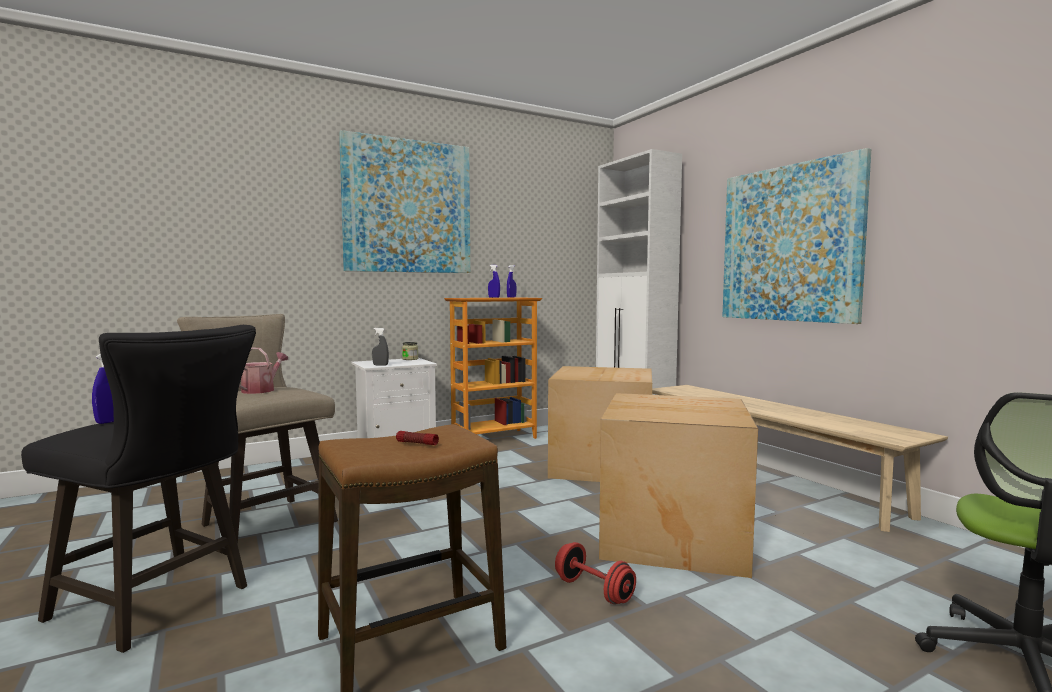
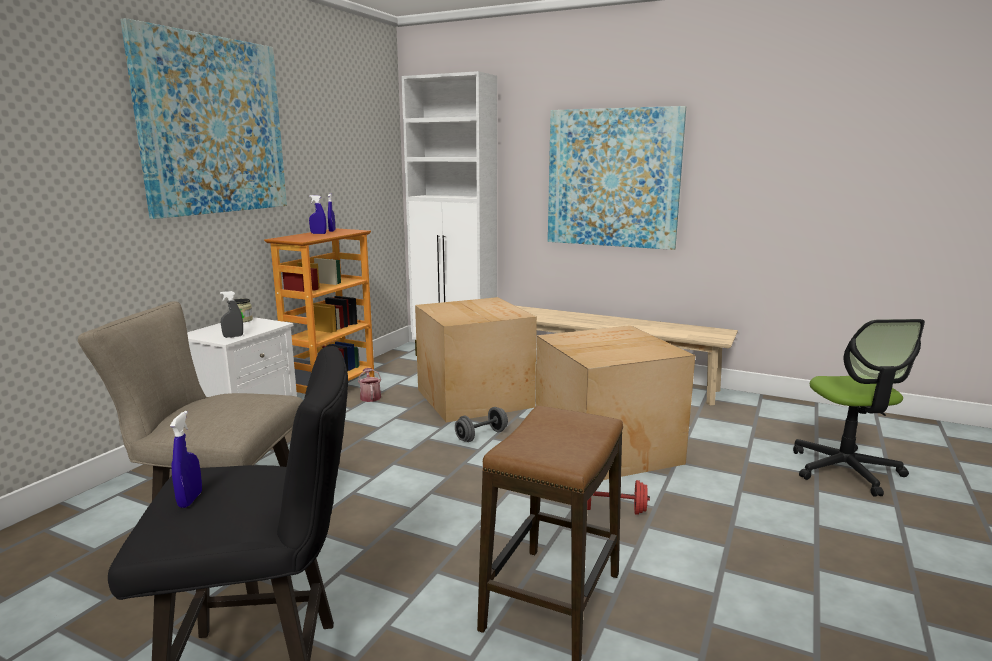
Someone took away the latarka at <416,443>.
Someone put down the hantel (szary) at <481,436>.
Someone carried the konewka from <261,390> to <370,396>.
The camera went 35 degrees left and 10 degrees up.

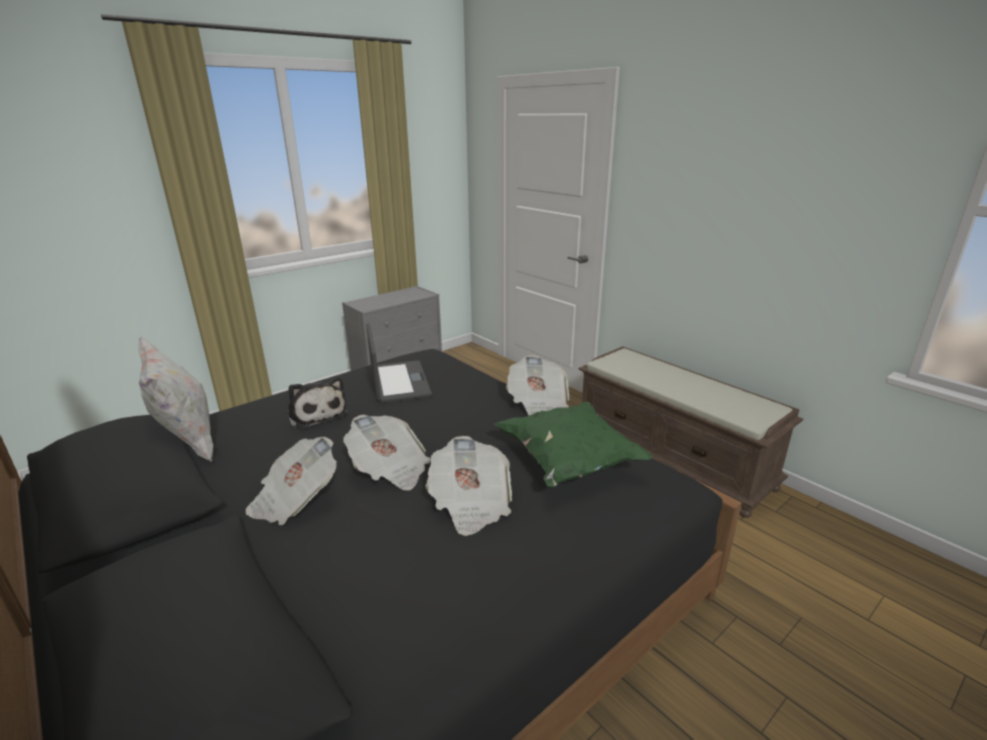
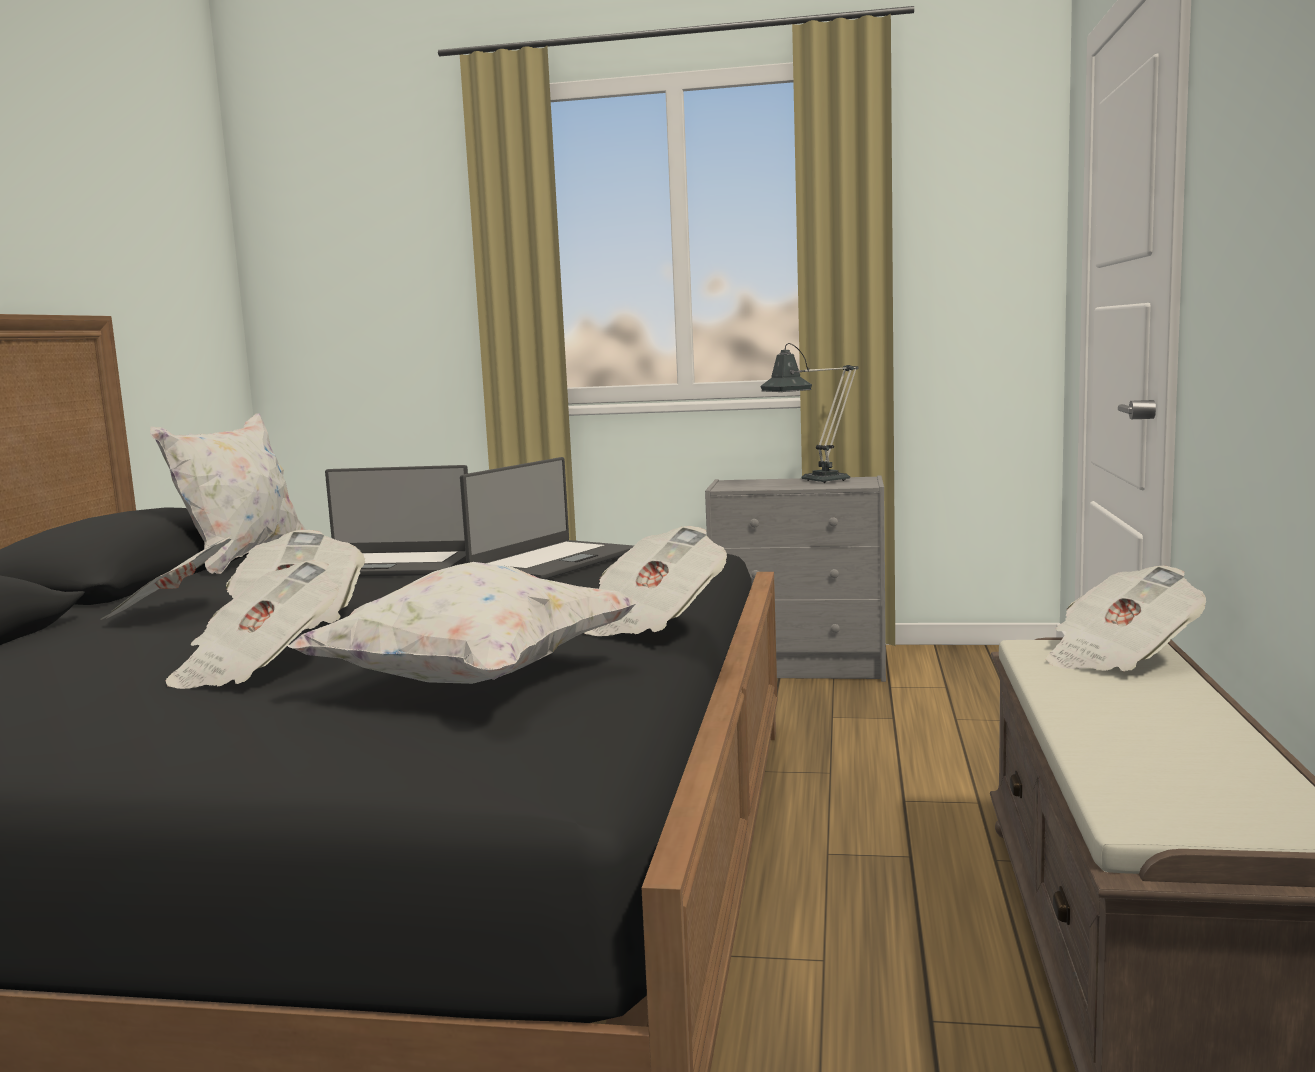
Someone put down the lampa stołowa at <816,481>.
Someone put down the gazeta at <1118,658>.
Someone swapped the pluszak at <316,414> for the laptop at <389,566>.
Someone repainted the poduszka (zielony) at <569,462>, which became the poduszka (biały) at <475,681>.
The camera went 50 degrees right and 15 degrees down.

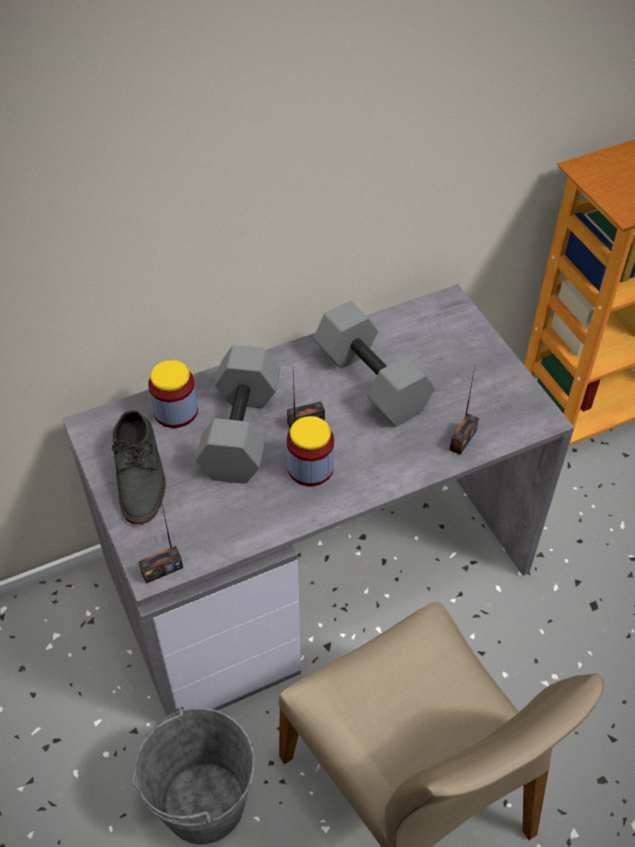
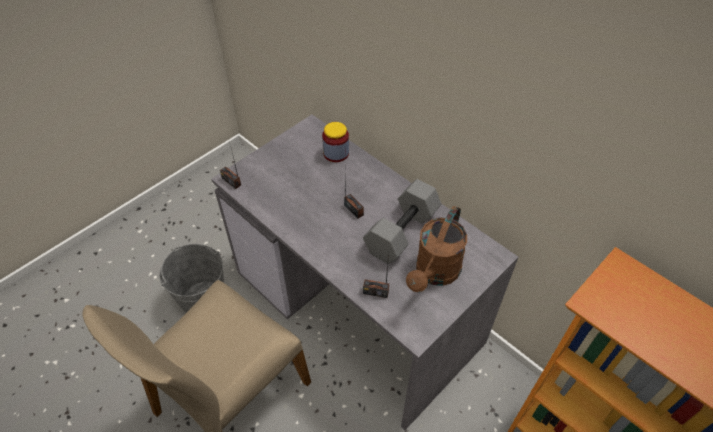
Someone took away the but (szary) at <140,474>.
Someone took away the hantel (szary) at <242,432>.
Someone took away the słoik at <310,468>.
Someone put down the konewka (brązowy) at <434,273>.
The camera went 70 degrees right and 0 degrees up.

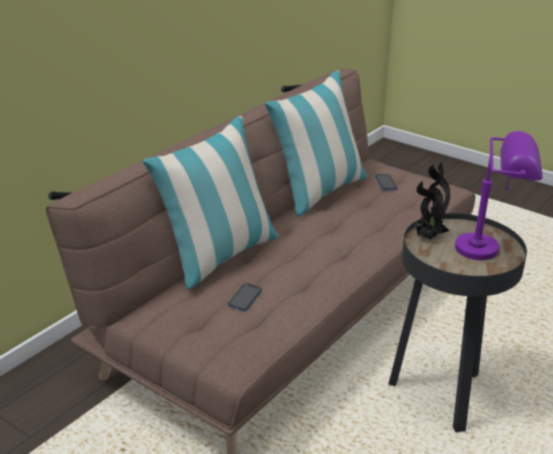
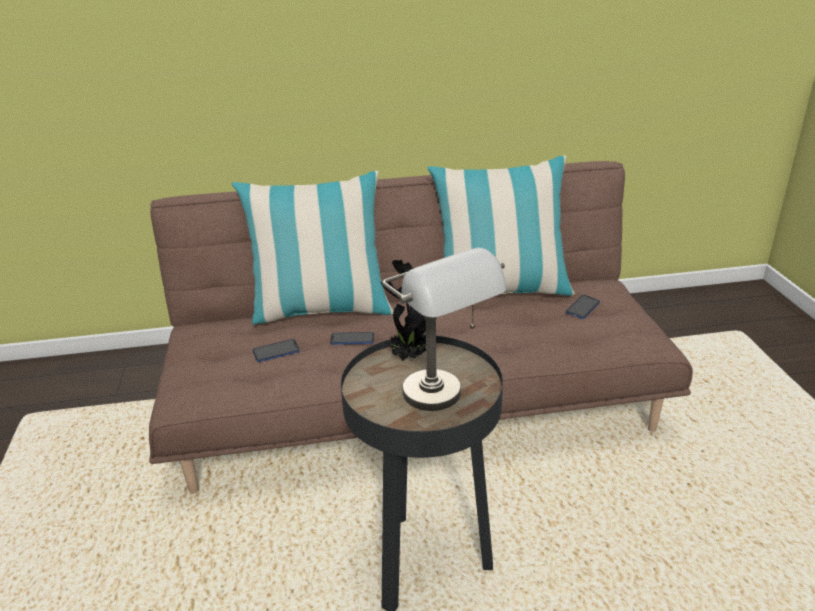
Someone put down the telefon at <352,339>.
Someone repainted the lampa stołowa (fioletowy) at <492,250>, which became the lampa stołowa (szary) at <445,402>.
The camera went 45 degrees right and 0 degrees up.

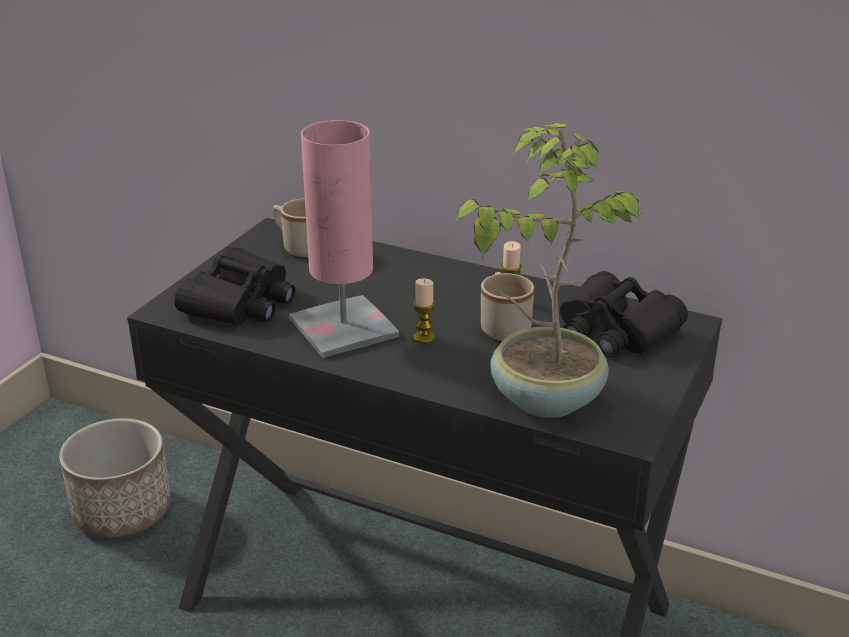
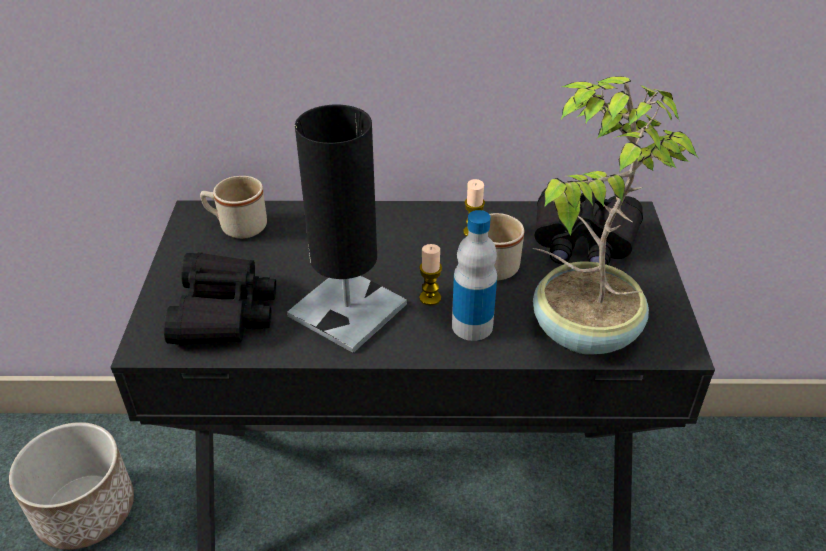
Someone put down the butelka at <472,326>.
Someone repainted the lampa stołowa (różowy) at <343,328>, which became the lampa stołowa (czarny) at <347,310>.
The camera went 25 degrees left and 10 degrees up.

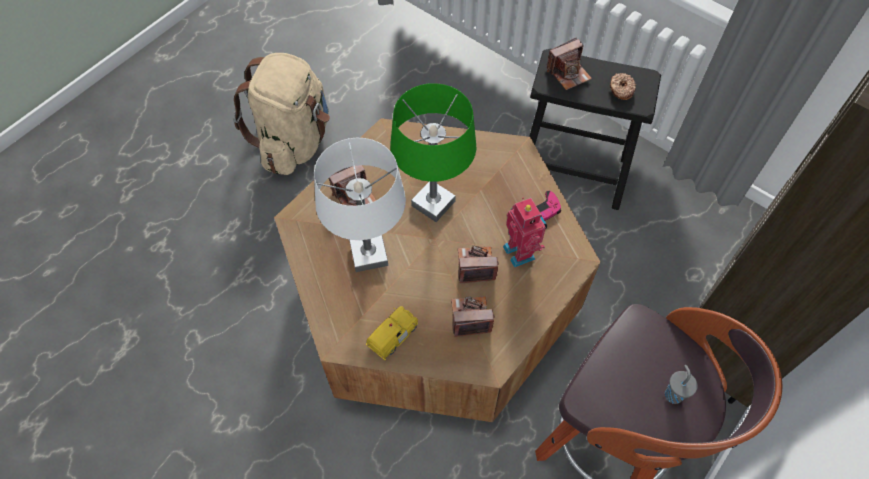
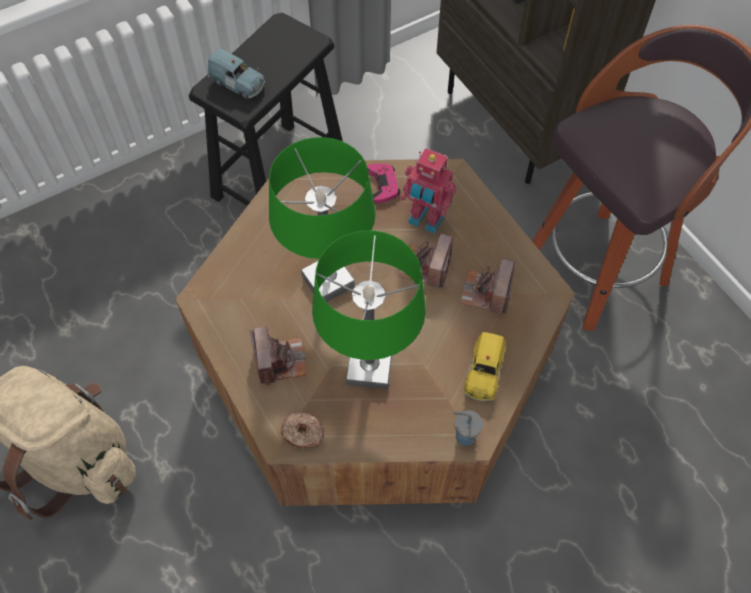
Someone carried the donut from <621,89> to <303,433>.
Someone carried the filiżanka (szary) from <673,393> to <464,436>.
Someone swapped the aparat fotograficzny at <568,73> for the samochodzik (niebieski) at <238,84>.
Someone repainted the lampa stołowa (biały) at <368,254>, which became the lampa stołowa (zielony) at <369,369>.
Someone rotated the samochodzik (żółty) at <393,335> by 135 degrees counterclockwise.
Someone rotated the robot zabawkowy at <521,252> by 150 degrees counterclockwise.
The camera went 70 degrees left and 0 degrees up.

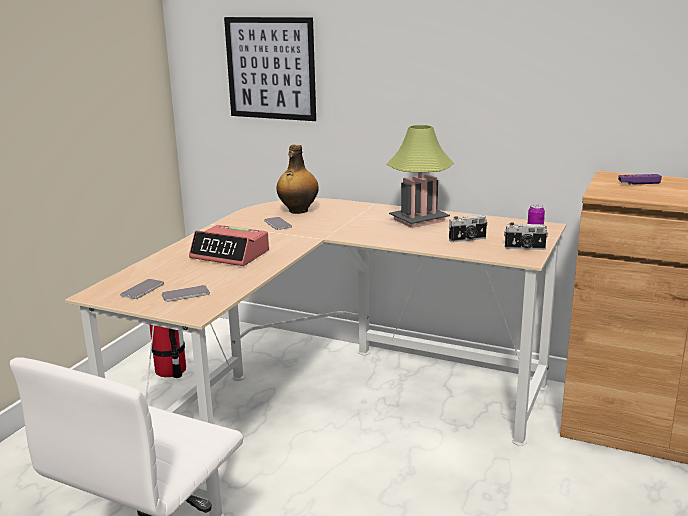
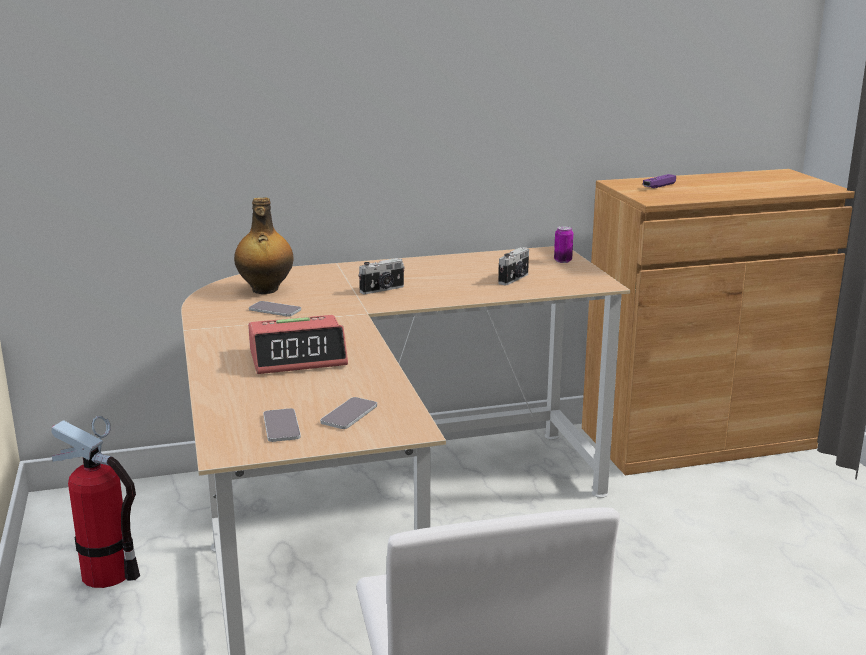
Someone took away the obraz at <270,68>.
Someone took away the lampa stołowa at <419,220>.
Someone carried the aparat fotograficzny from <525,248> to <382,289>.
The camera went 40 degrees left and 0 degrees up.

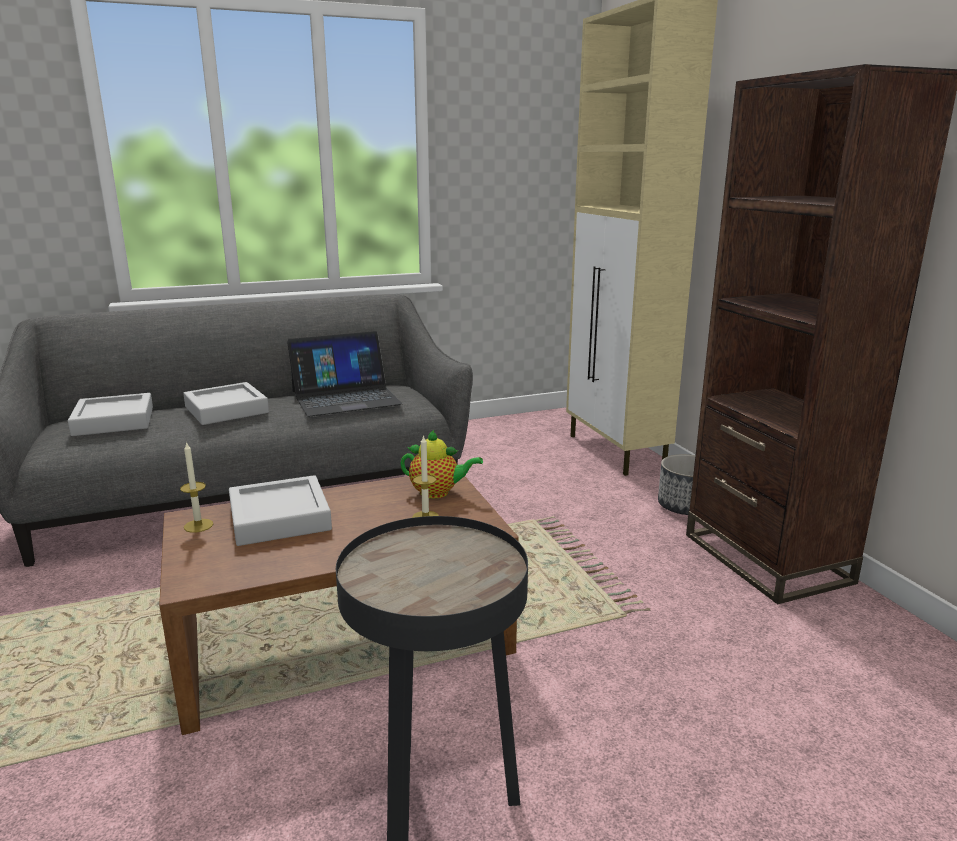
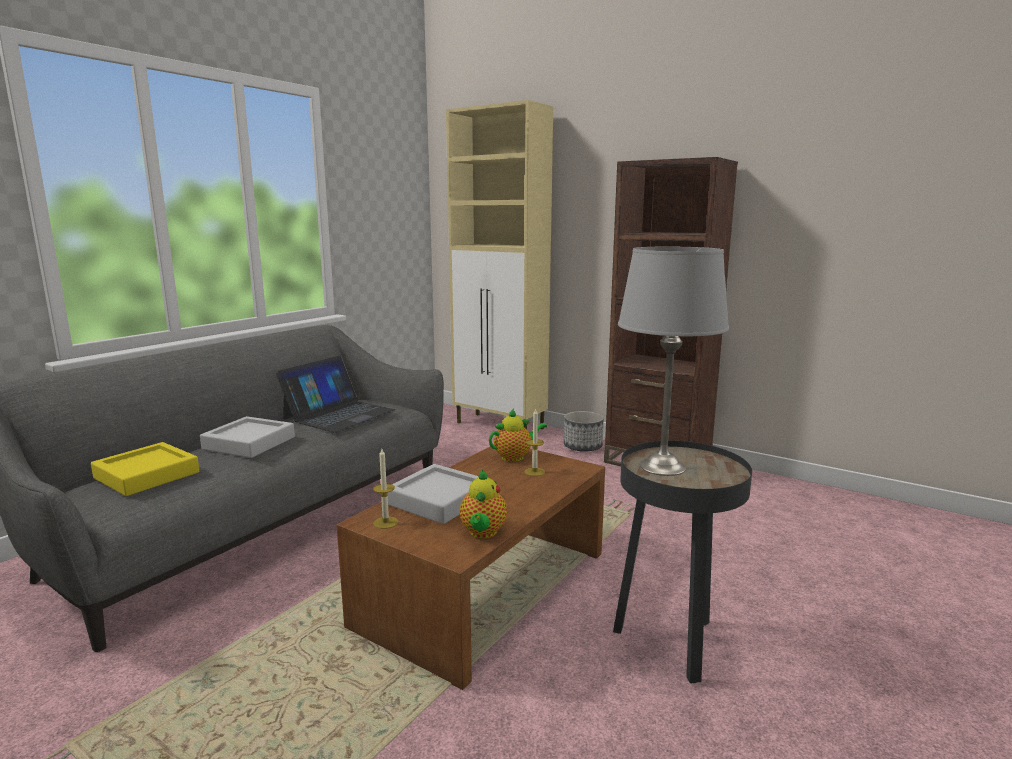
Someone put down the imbryk at <483,533>.
Someone put down the lampa stołowa (szary) at <663,467>.
Someone repainted the taca (szary) at <114,421>, which became the taca (żółty) at <147,475>.
The camera went 35 degrees left and 5 degrees down.

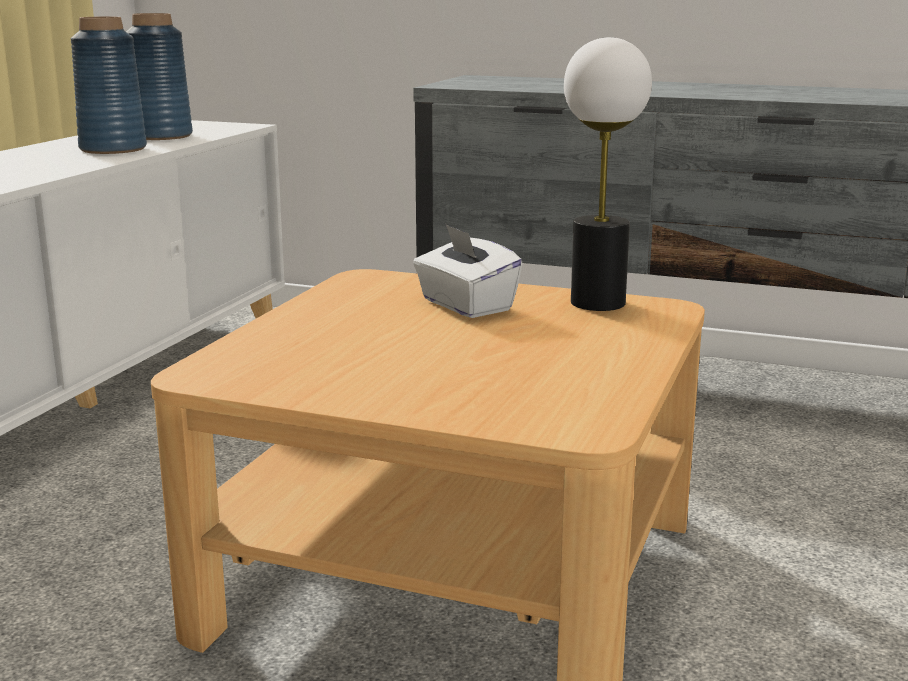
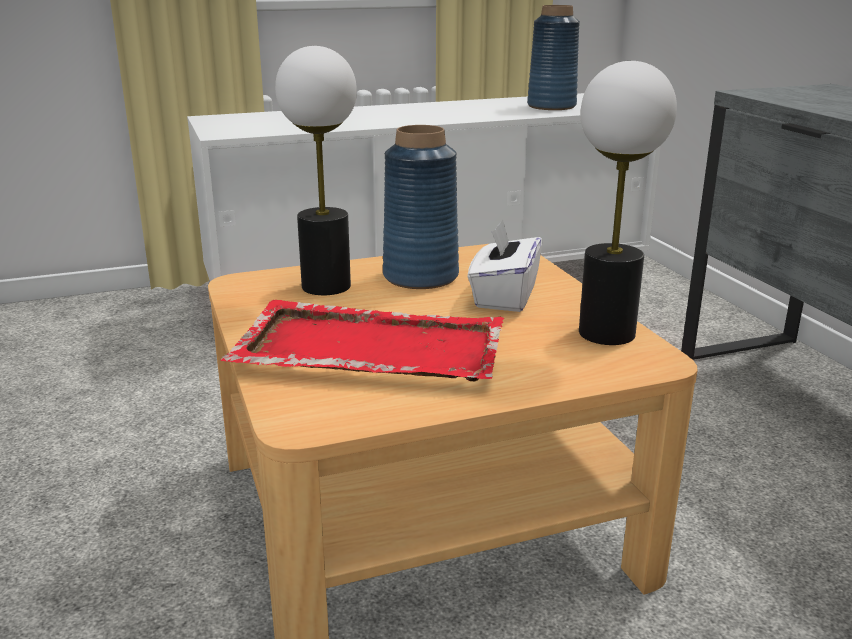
Someone put down the taca (czerwony) at <368,349>.
Someone put down the lampa stołowa at <325,286>.
Someone carried the wazon (niebieski) from <113,149> to <421,277>.
The camera went 50 degrees right and 5 degrees up.

